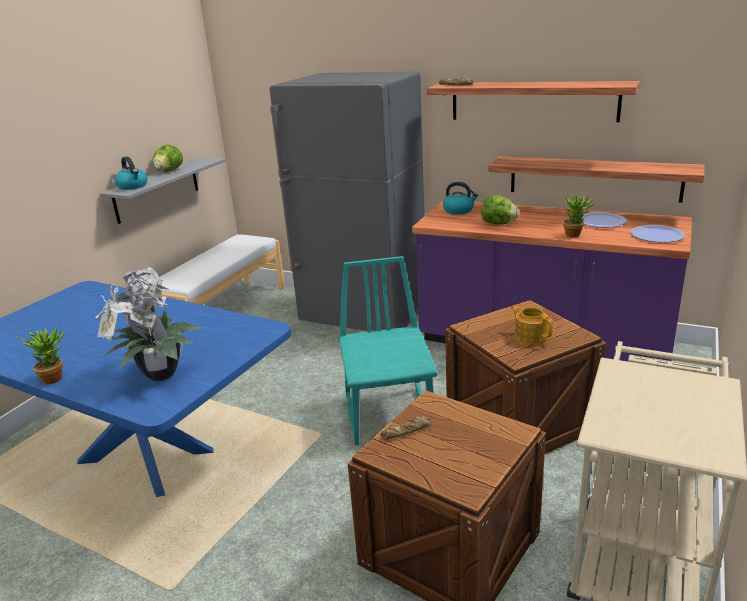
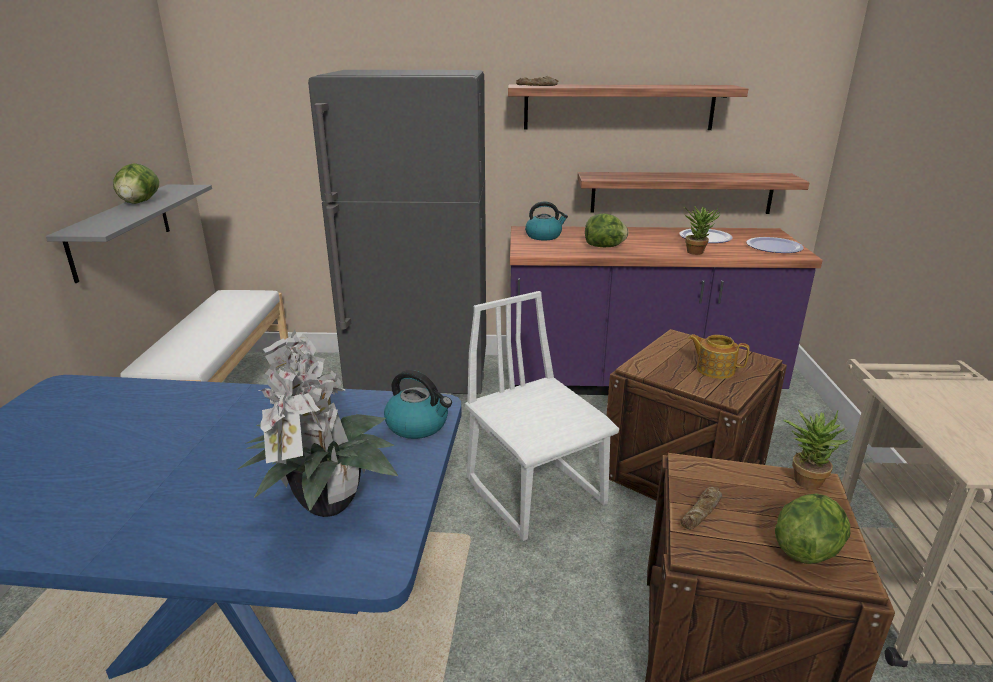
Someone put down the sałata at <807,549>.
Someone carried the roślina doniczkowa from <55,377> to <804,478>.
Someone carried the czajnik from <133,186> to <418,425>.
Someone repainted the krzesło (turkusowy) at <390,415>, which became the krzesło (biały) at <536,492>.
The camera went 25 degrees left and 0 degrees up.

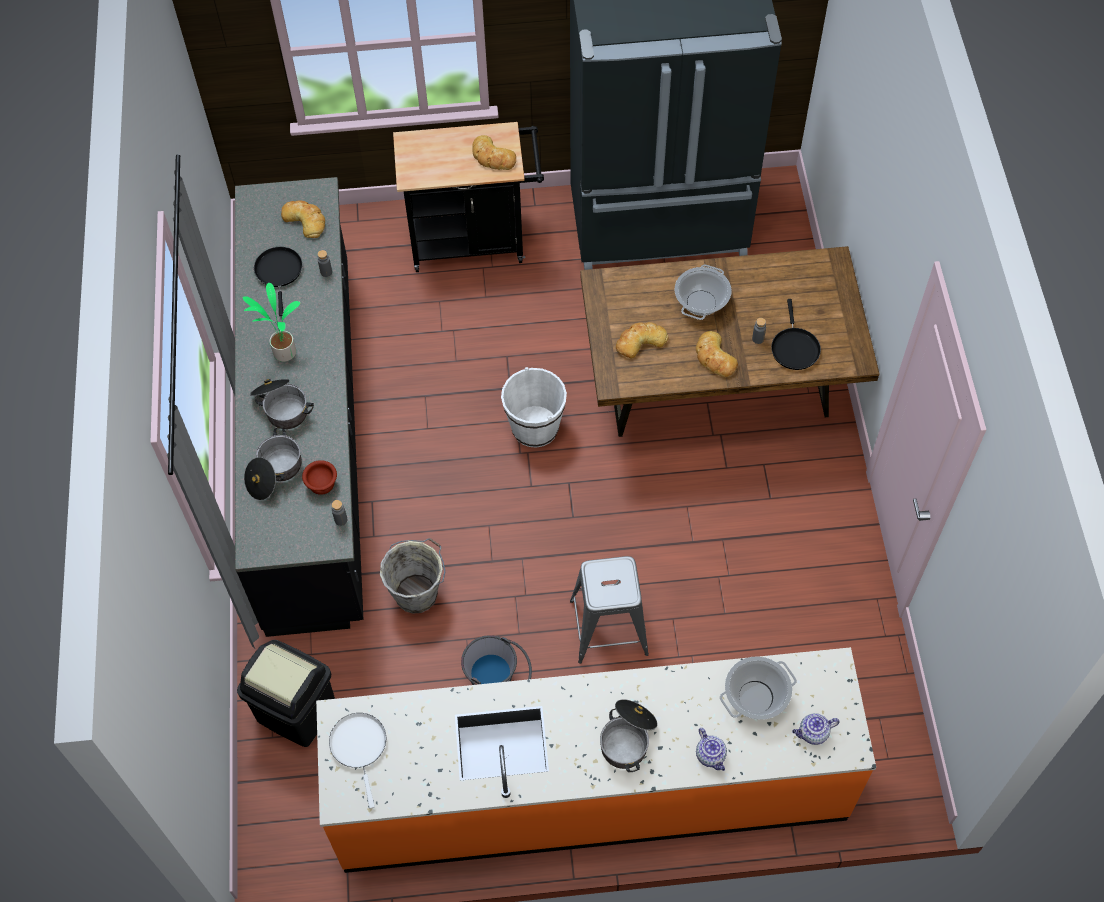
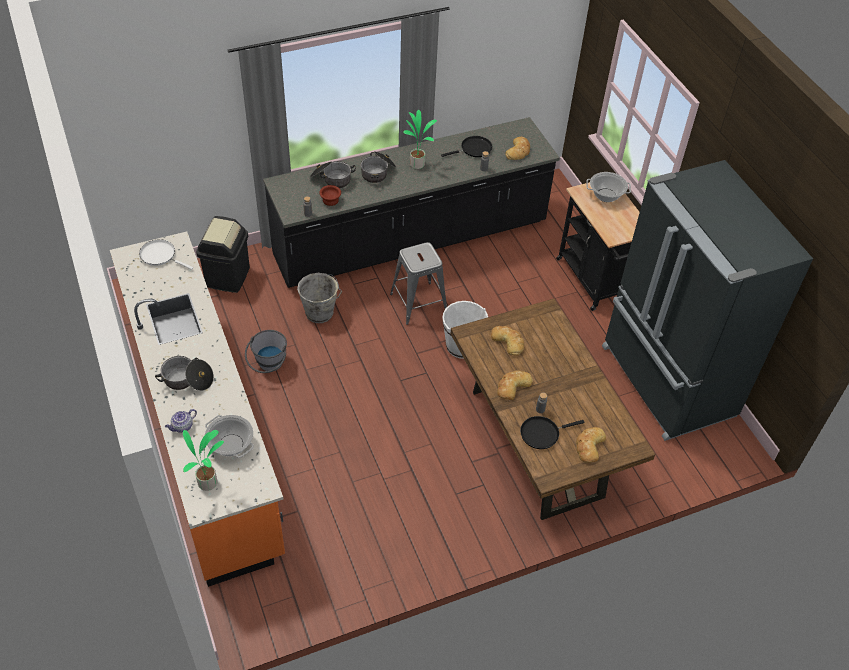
Someone carried the chleb from <492,157> to <589,446>.
Someone carried the stołek (szary) from <609,627> to <419,303>.
Someone carried the garnek from <701,303> to <606,195>.
Someone swapped the imbryk at <812,733> for the roślina doniczkowa at <209,483>.
Someone rotated the patelnia (biały) at <359,747> by 120 degrees counterclockwise.
The camera went 70 degrees right and 10 degrees down.

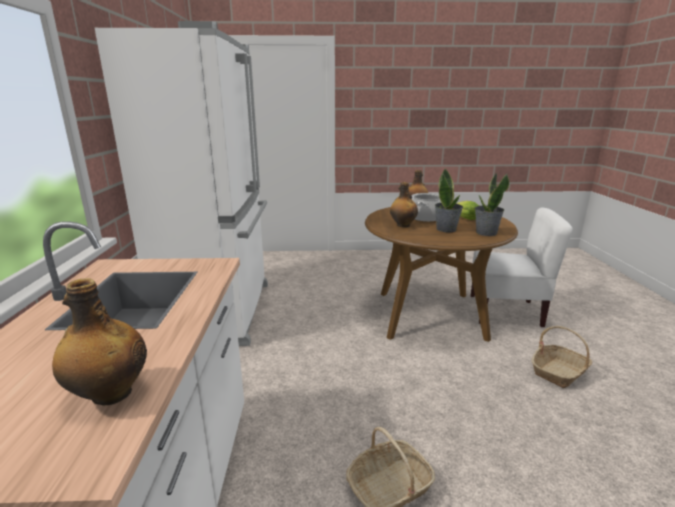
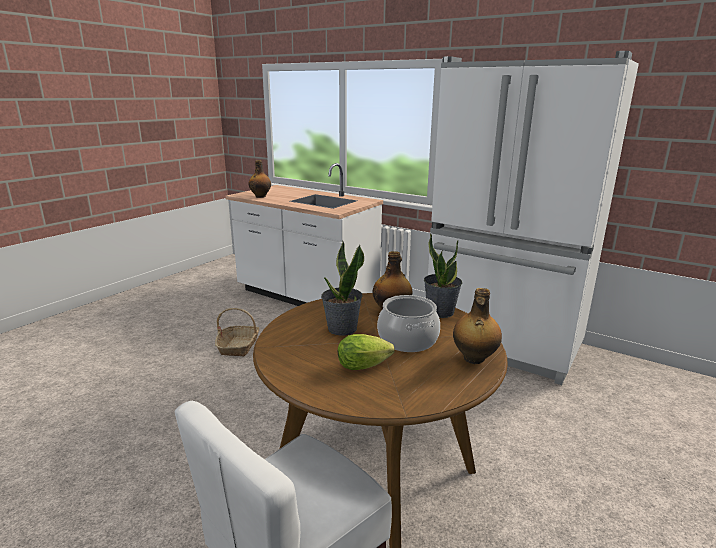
Someone took away the koszyk at <559,372>.
Someone carried the roślina doniczkowa from <486,233> to <440,311>.
The camera went 125 degrees right and 0 degrees up.

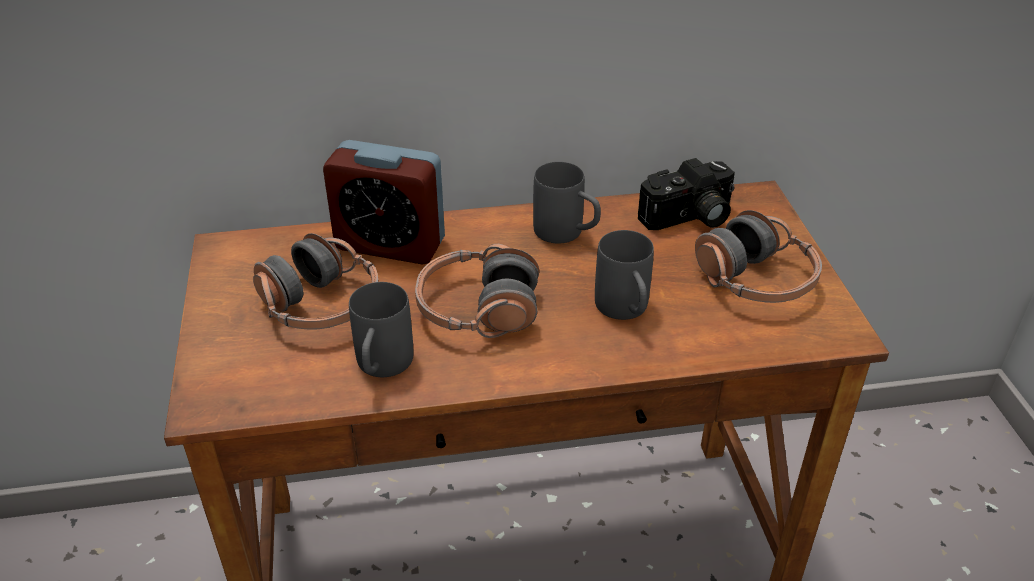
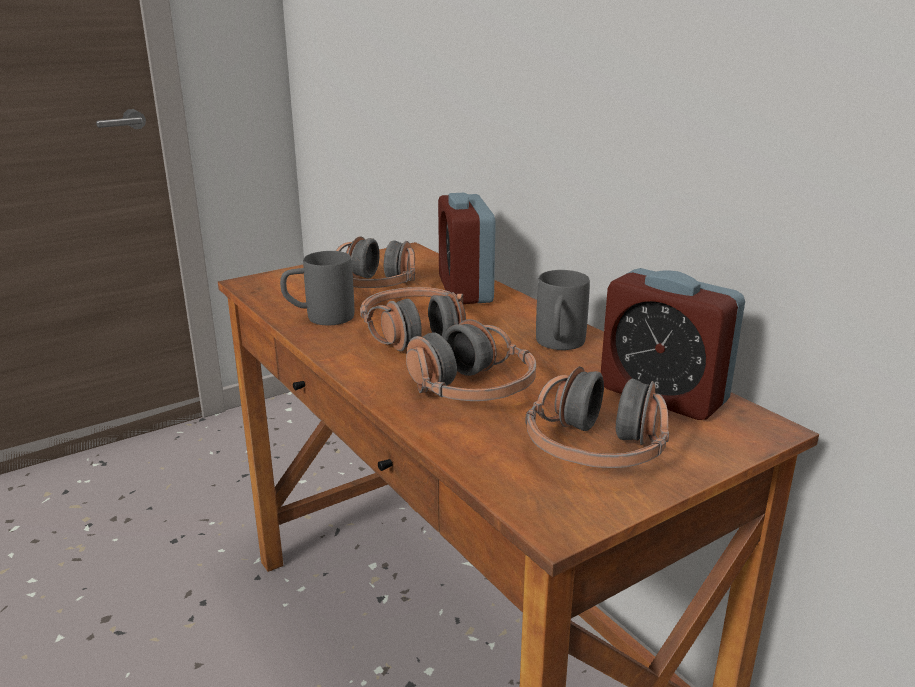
Someone swapped the kubek (szary) at <625,311> for the słuchawki at <471,390>.
Someone swapped the aparat fotograficzny at <689,218> for the budzik at <662,395>.
The camera went 65 degrees right and 15 degrees down.

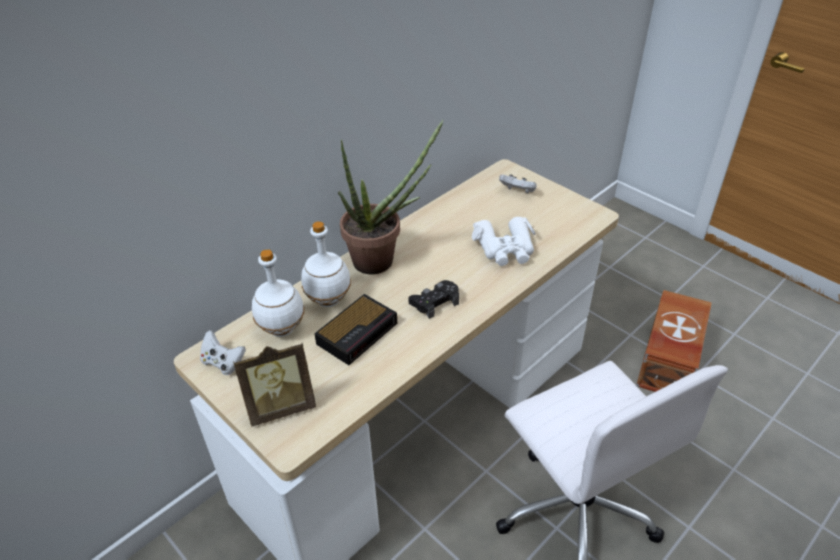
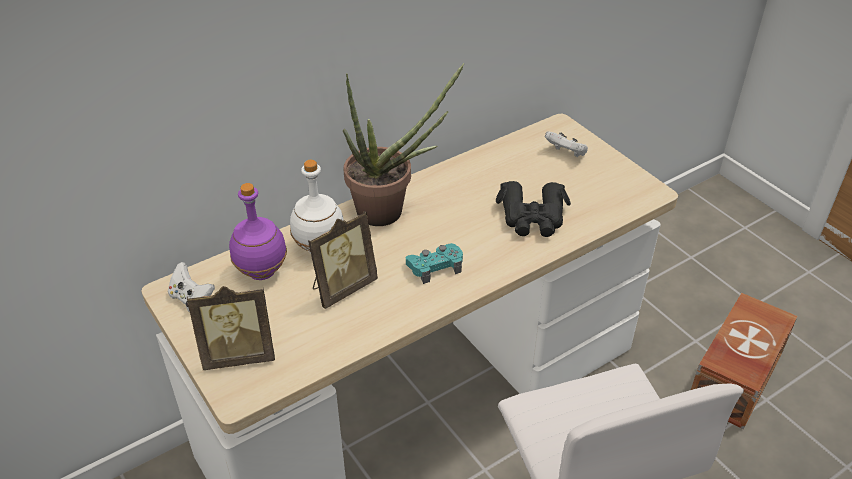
Someone swapped the budzik at <358,332> for the ramka na zdjęcie at <342,287>.
Someone repainted the butelka (biały) at <281,329>, which became the butelka (fioletowy) at <261,272>.
Someone repainted the pad do gier (czarny) at <435,302>, which became the pad do gier (turkusowy) at <435,267>.
Someone repainted the lornetka (biały) at <505,248>, which became the lornetka (czarny) at <532,217>.
The camera went 10 degrees right and 0 degrees up.

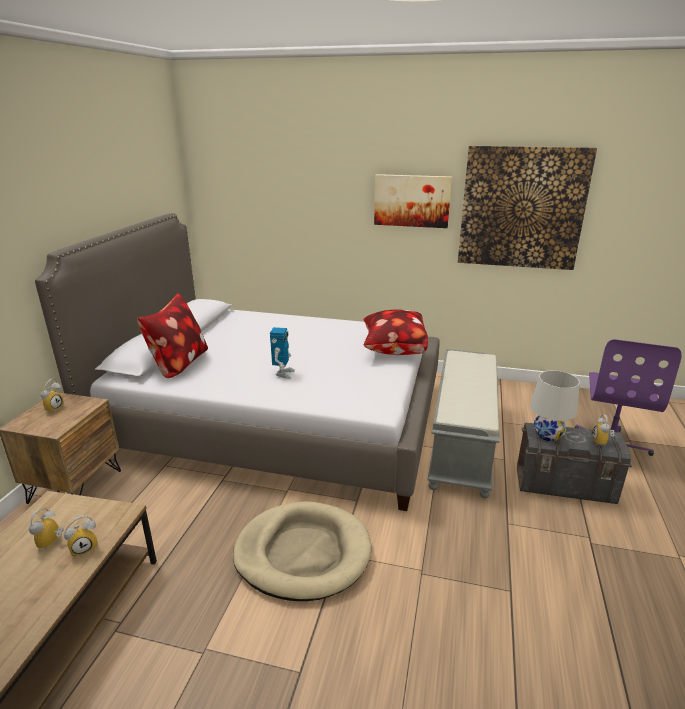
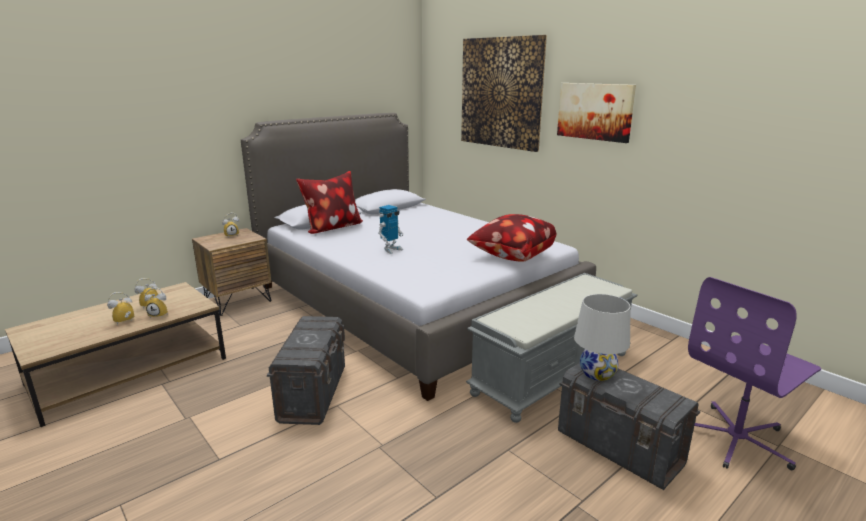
Someone carried the obraz from <522,208> to <501,93>.
Someone carried the budzik from <602,443> to <125,322>.
Someone swapped the legowisko (beżowy) at <303,553> for the pojemnik do przechowywania (szary) at <313,393>.
The camera went 35 degrees right and 5 degrees down.

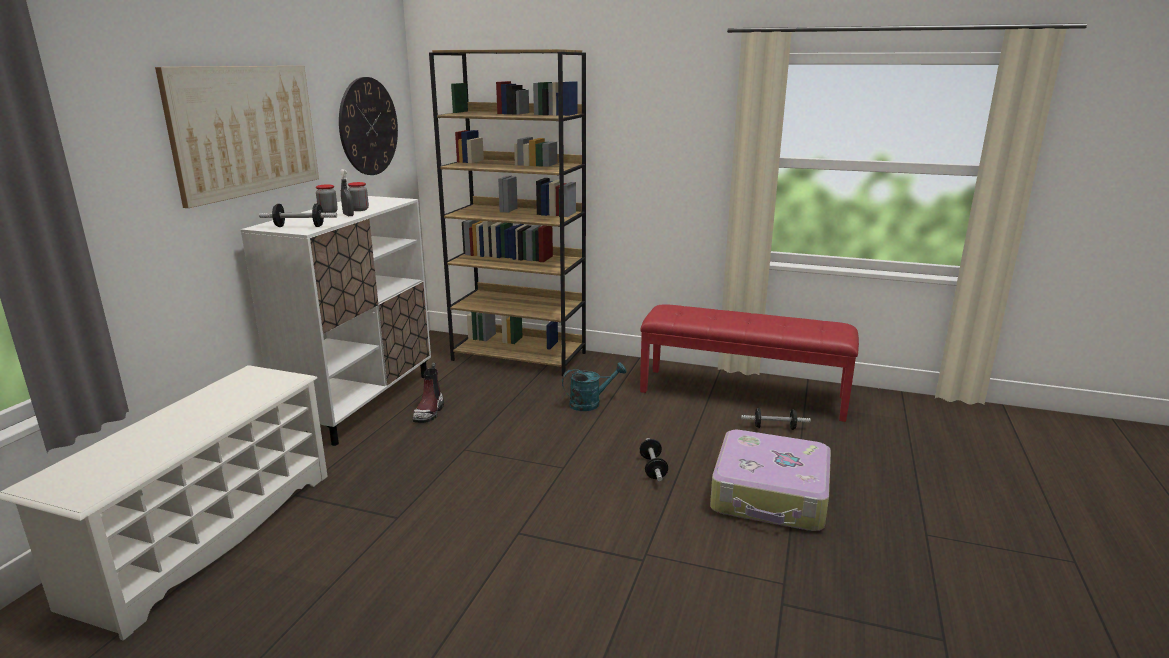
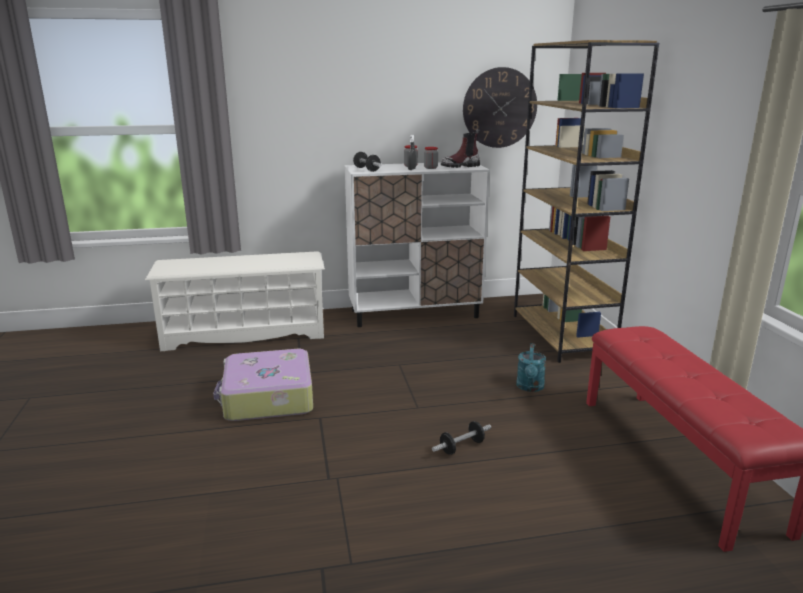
Someone took away the obraz at <245,130>.
Someone took away the hantel at <774,427>.
Someone carried the but z cholewką from <429,412> to <461,166>.
Someone carried the walizka from <770,495> to <267,397>.
Someone rotated the konewka (turkusowy) at <590,403> by 60 degrees clockwise.
The camera went 60 degrees right and 0 degrees up.

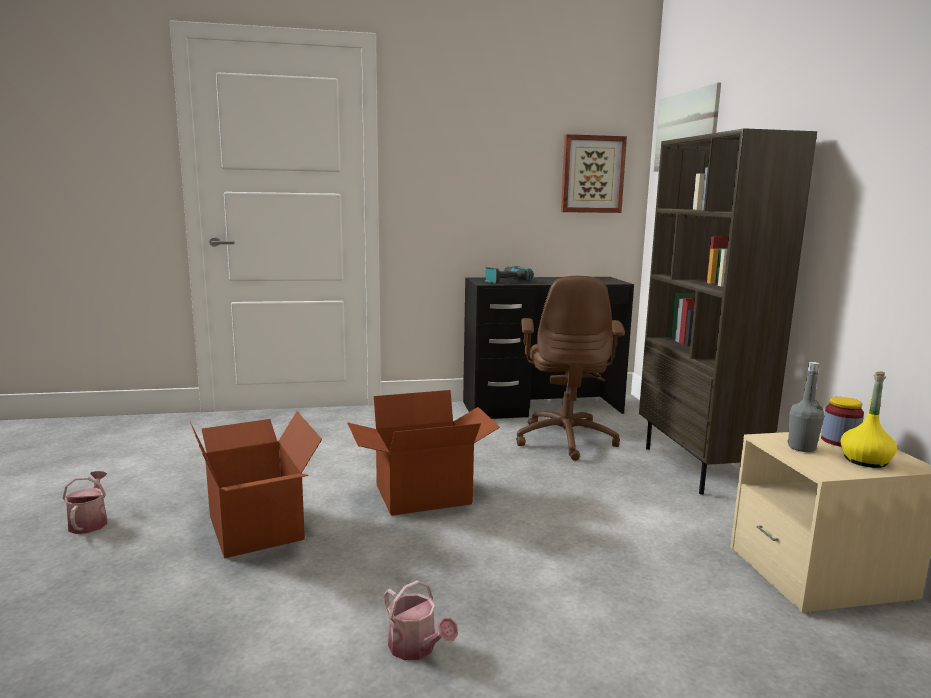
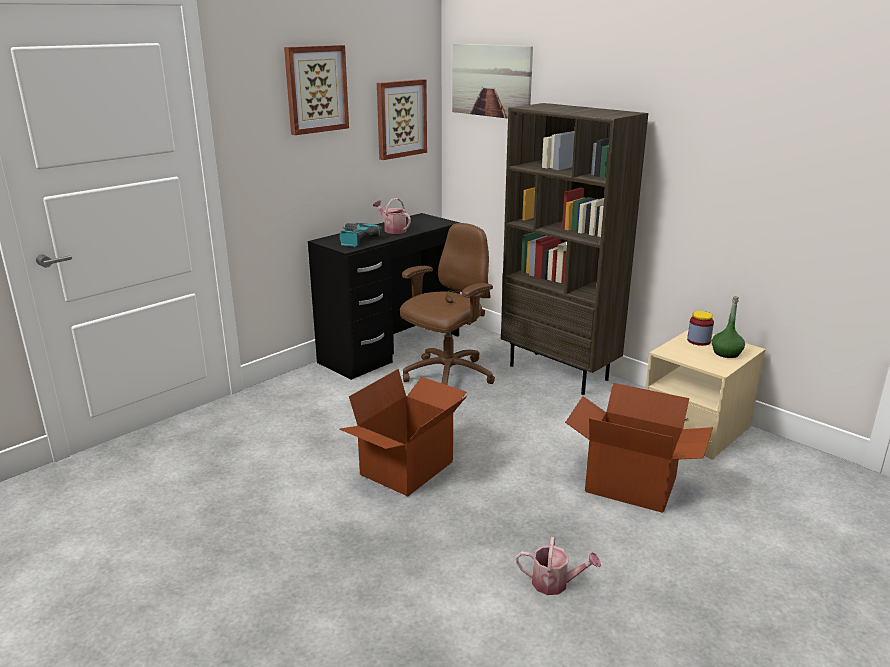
Someone took away the butelka (szary) at <801,448>.
Someone put up the obraz at <316,89>.
Someone carried the konewka from <90,522> to <392,230>.
Someone carried the karton from <258,527> to <631,484>.
Someone repainted the butelka (żółty) at <865,461>, which became the butelka (zielony) at <726,353>.
Someone rotated the krzesło biurowe (brązowy) at <566,439> by 105 degrees counterclockwise.
The camera went 35 degrees left and 10 degrees up.

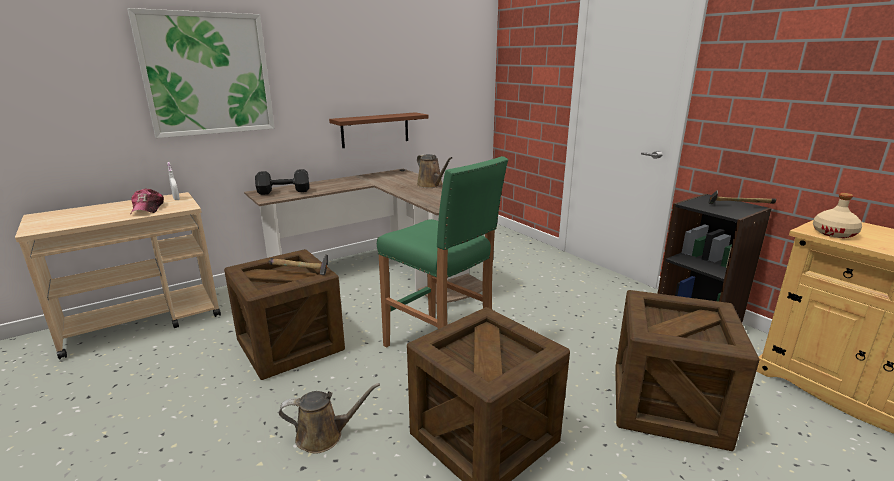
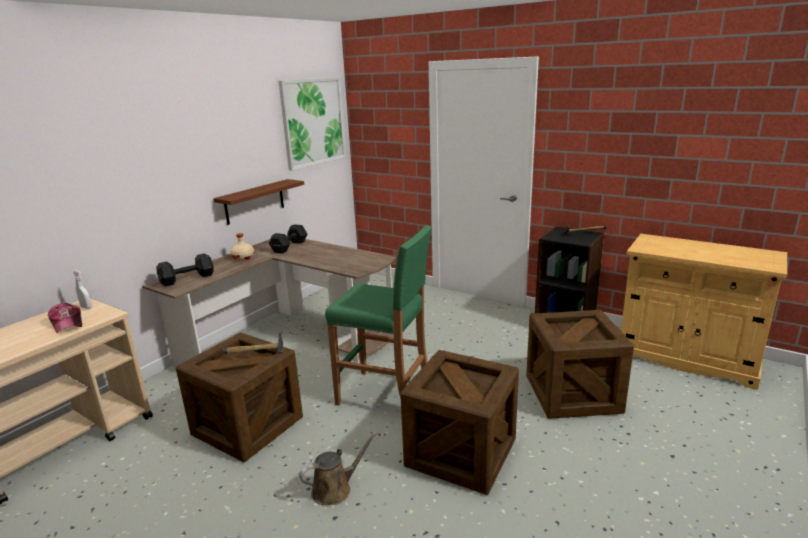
Someone took away the konewka (brązowy) at <431,185>.
Someone put down the hantel (czarny) at <288,247>.
Someone carried the obraz from <207,74> to <313,122>.
Someone carried the butelka (beżowy) from <834,233> to <243,257>.
The camera went 20 degrees left and 0 degrees up.

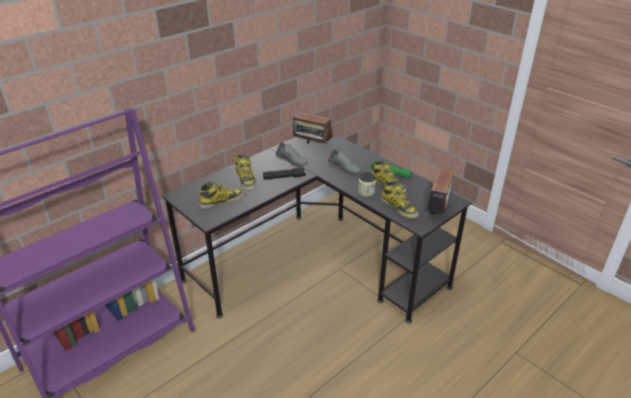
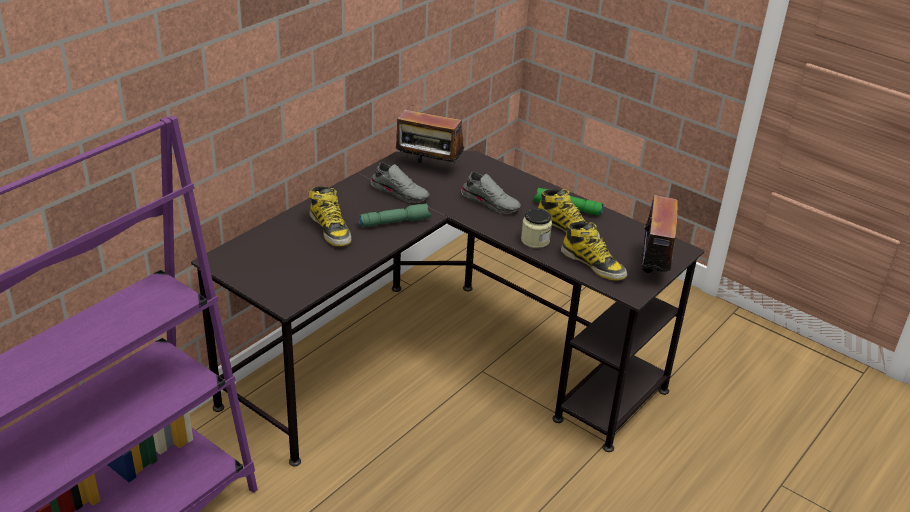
Someone took away the but z cholewką at <222,200>.
Someone repainted the latarka (czarny) at <284,177>, which became the latarka (zielony) at <395,222>.
The camera went 10 degrees left and 0 degrees up.

